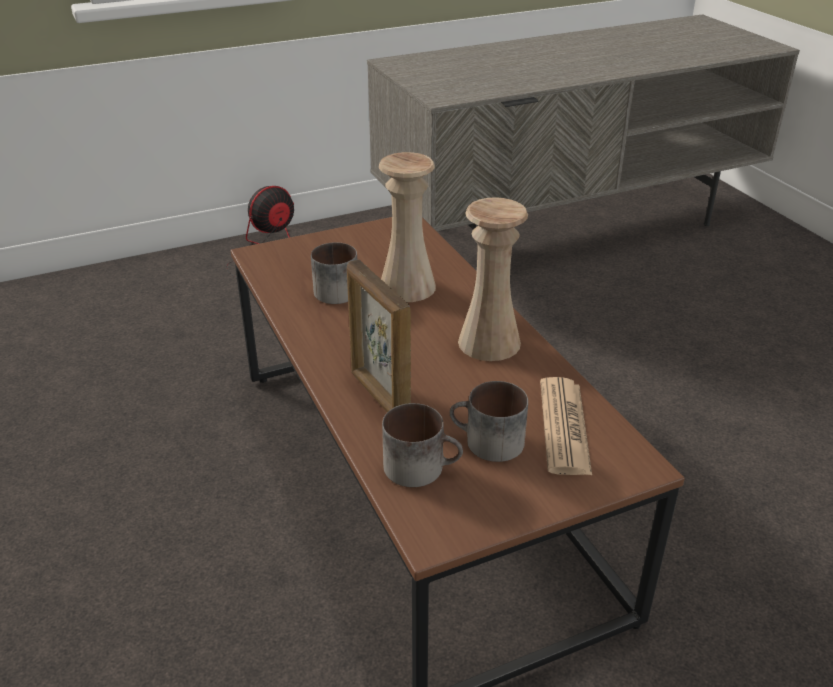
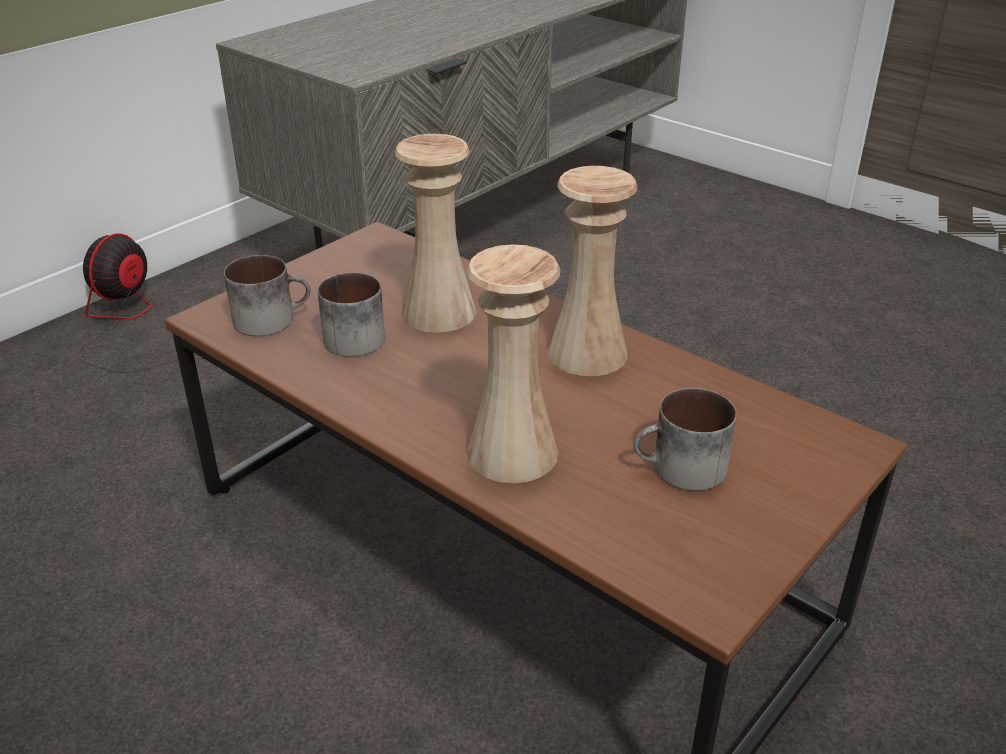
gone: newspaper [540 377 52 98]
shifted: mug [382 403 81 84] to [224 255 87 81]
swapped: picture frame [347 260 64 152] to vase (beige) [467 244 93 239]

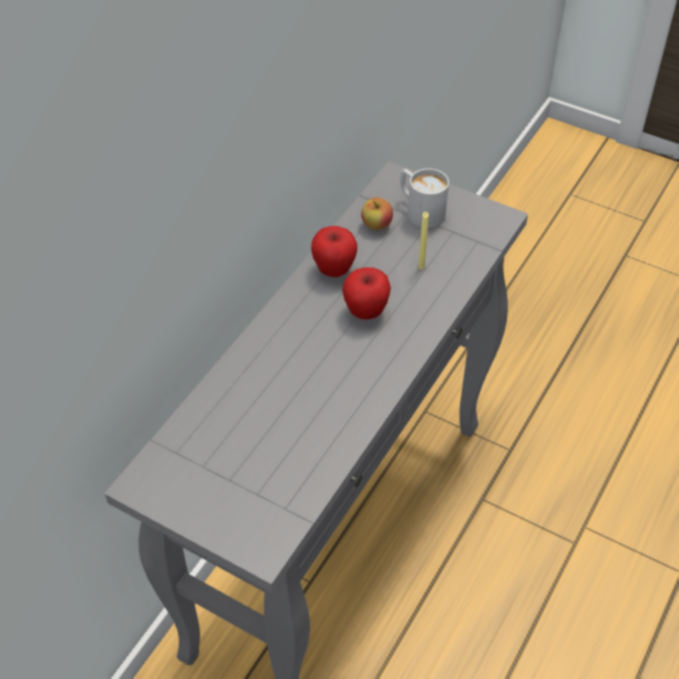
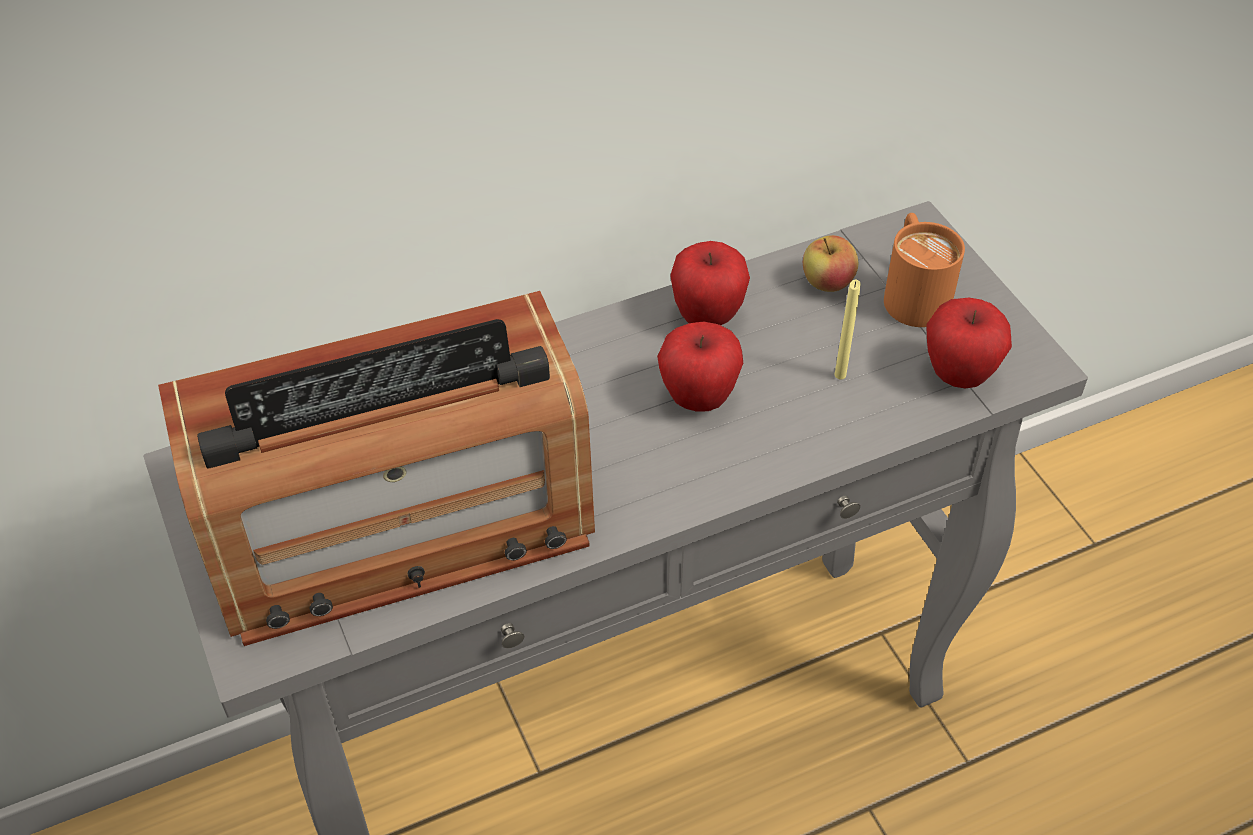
new: radio [158 291 437 355]; apple [926 298 86 90]
repainted: mug (white) [401 168 48 60] to mug (orange) [884 213 81 114]

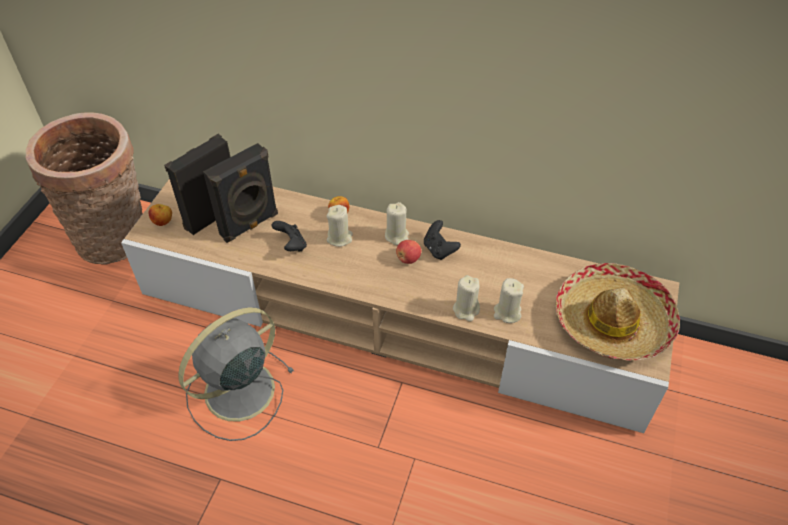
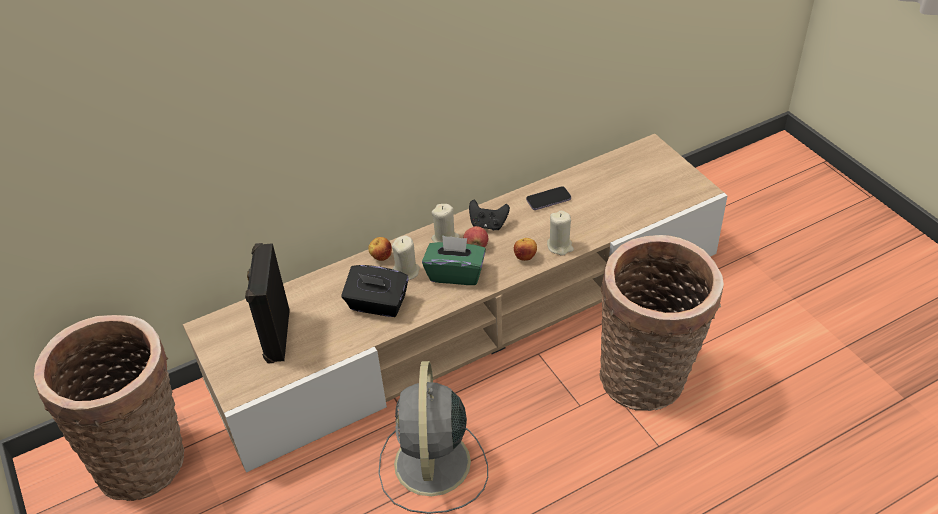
gone: speaker (black) [203 143 75 100]; candle (beige) [494 278 30 45]; hat [556 263 124 98]
new: tissue box (green) [422 235 64 50]; phone [526 186 45 24]; basket [599 235 125 176]
shifted: apple [149 204 23 22] to [514 238 23 23]
swapped: game controller (black) [271 221 36 31] to tissue box (black) [341 265 68 52]

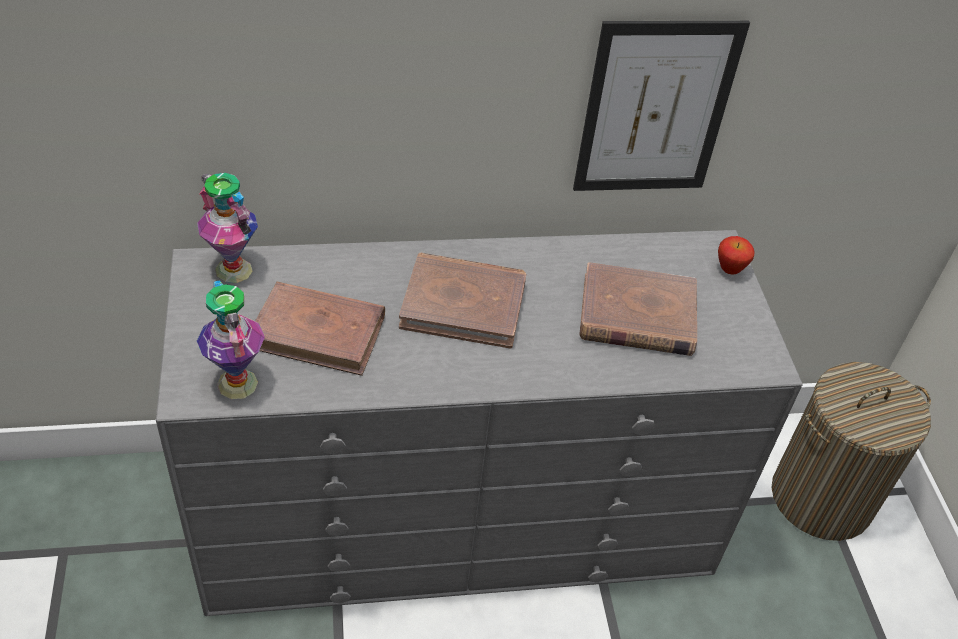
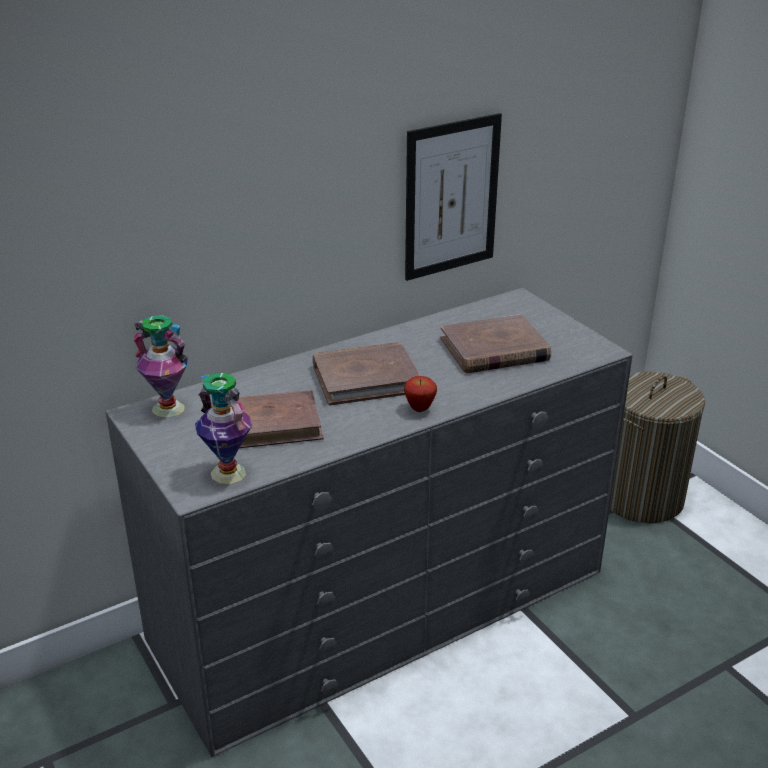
shifted: apple [718 236 36 39] to [404 376 33 36]

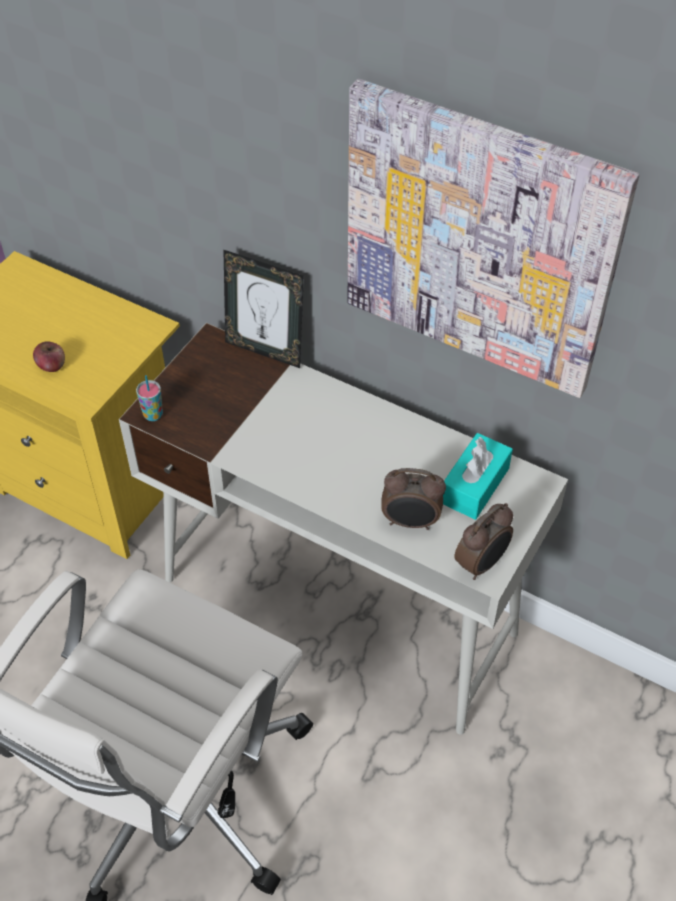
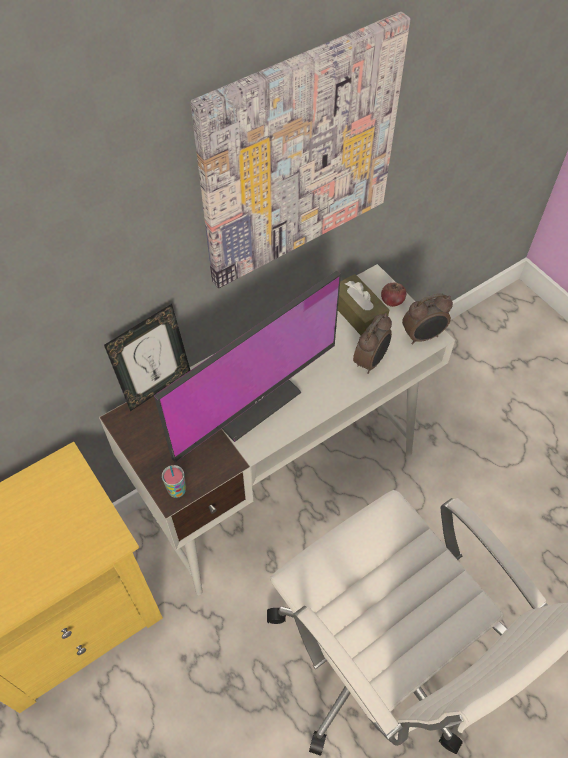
new: monitor [154 271 187 191]
shifted: apple [33 341 32 31] to [381 282 25 25]
repainted: tissue box (turquoise) [443 433 70 87] to tissue box (brown) [338 274 51 61]
rotated: alarm clock [454 503 59 77] = [402 293 51 51] 90 degrees clockwise

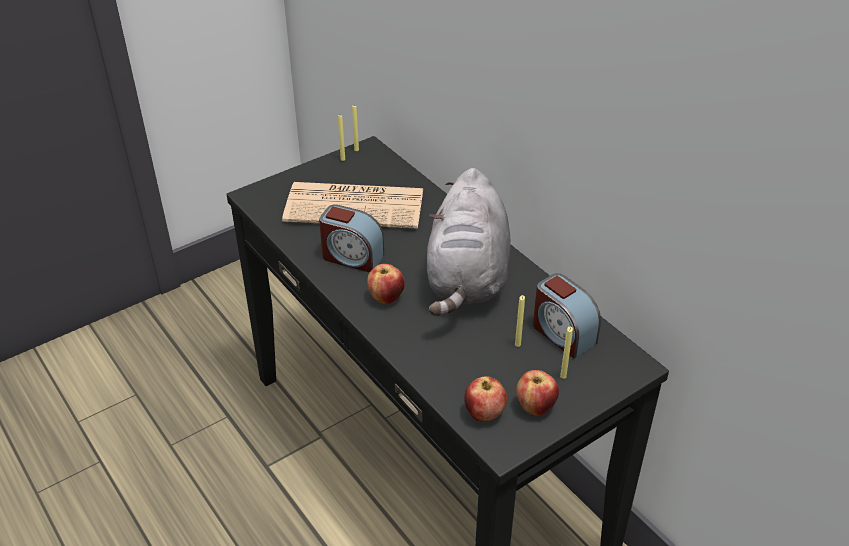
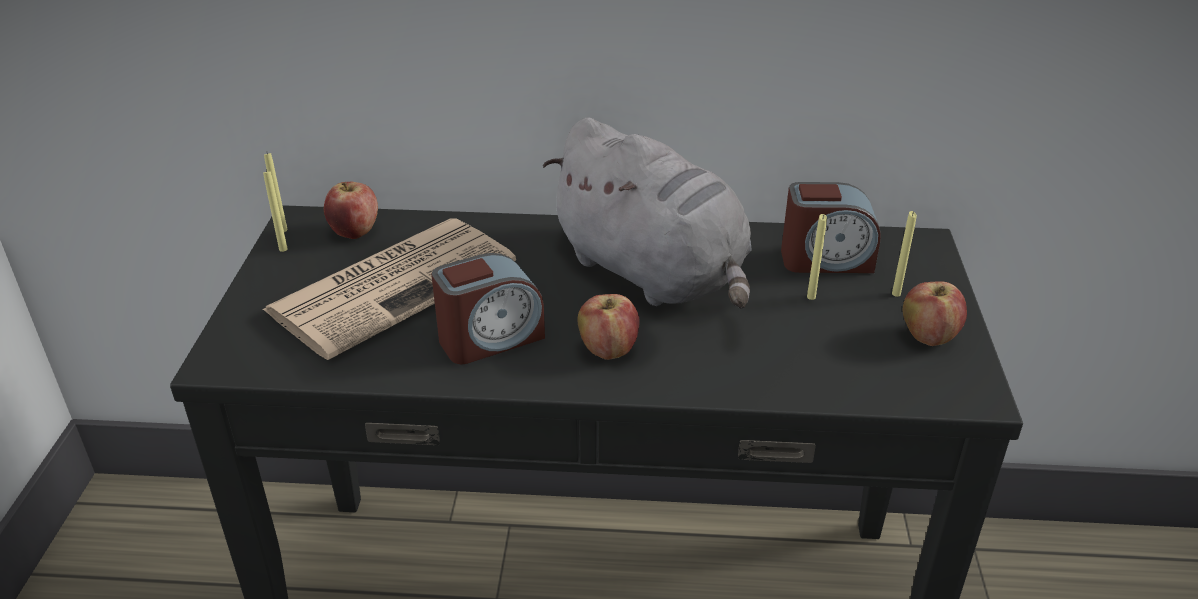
shifted: apple [464 376 43 45] to [324 182 54 57]

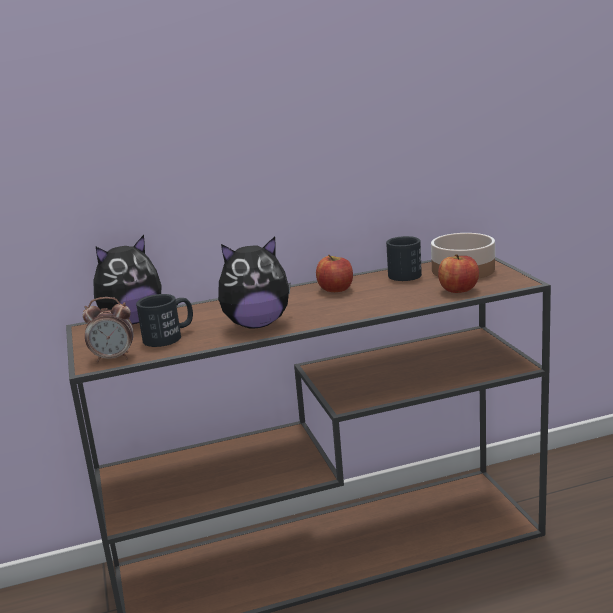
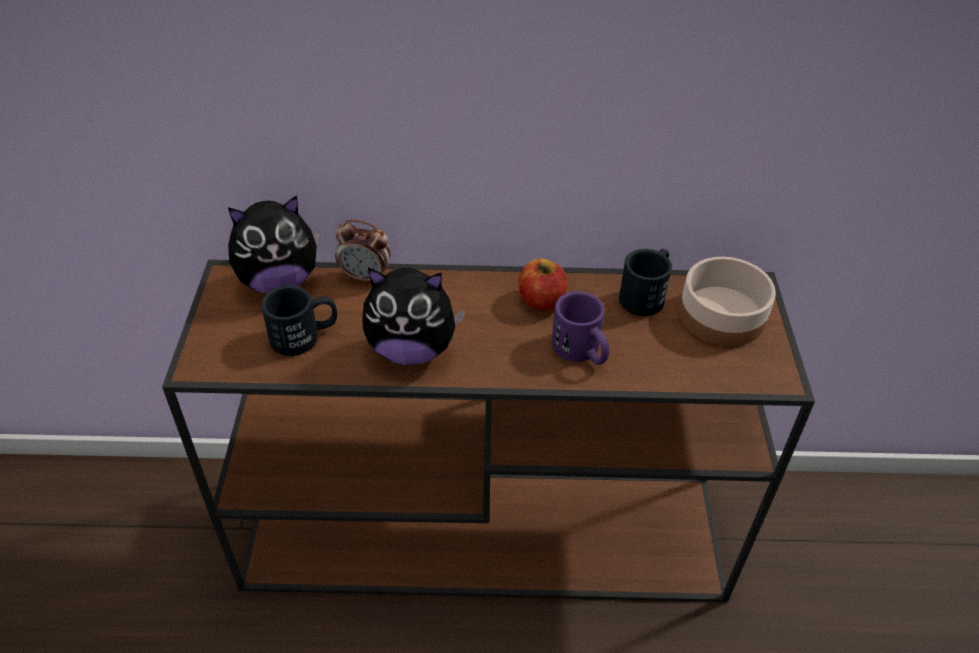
gone: apple [438 254 41 39]
new: mug (purple) [552 291 57 74]
shifted: alarm clock [82 297 52 65] to [335 220 56 61]

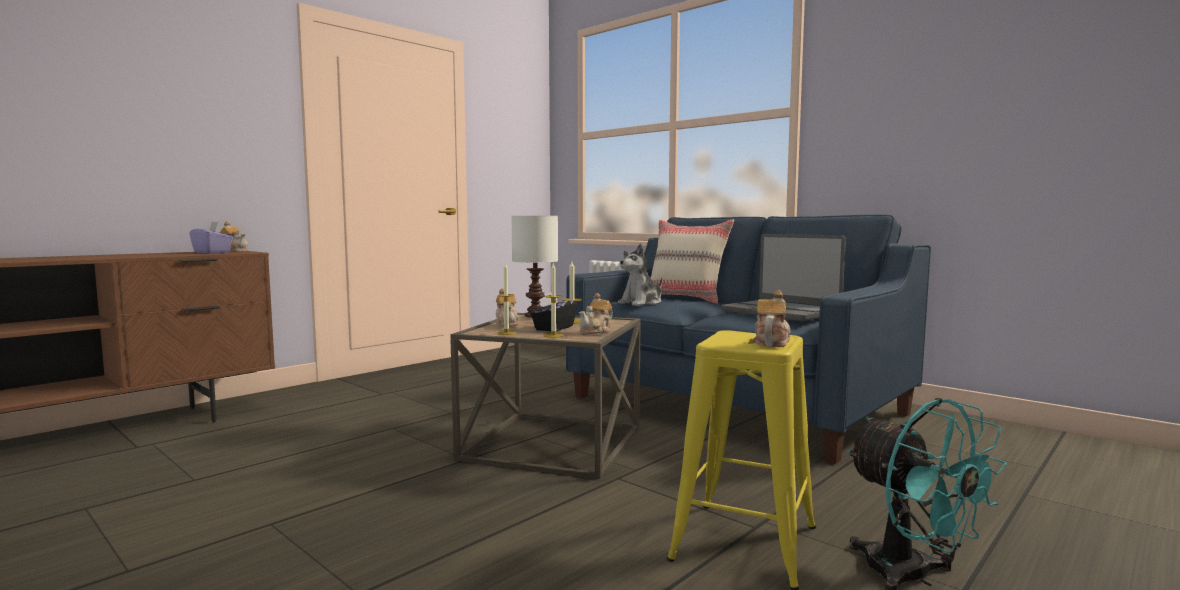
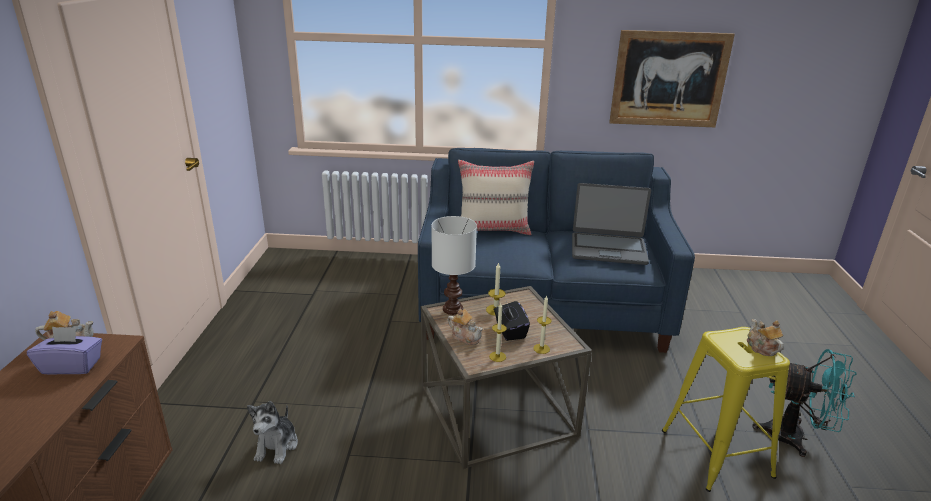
gone: teapot [579 293 34 41]
new: picture [609 30 126 97]
shifted: plush toy [618 244 44 62] to [247 401 51 63]

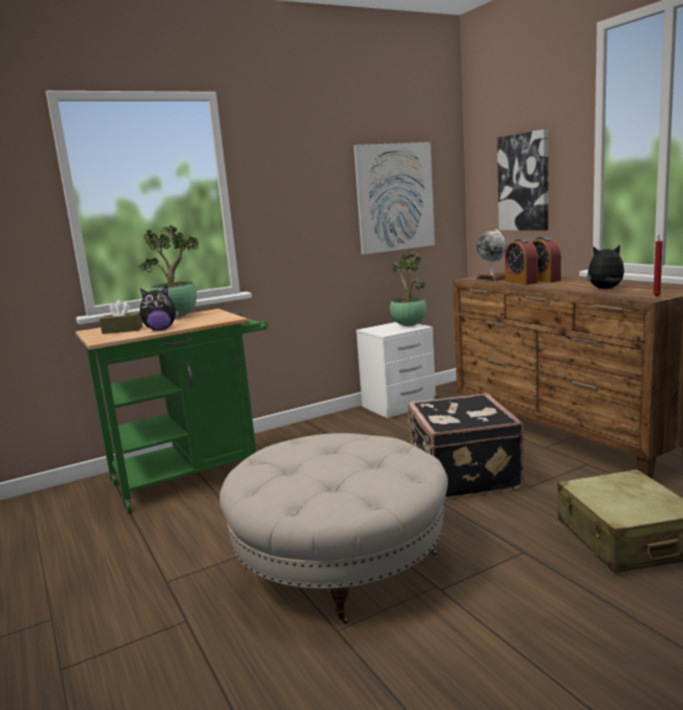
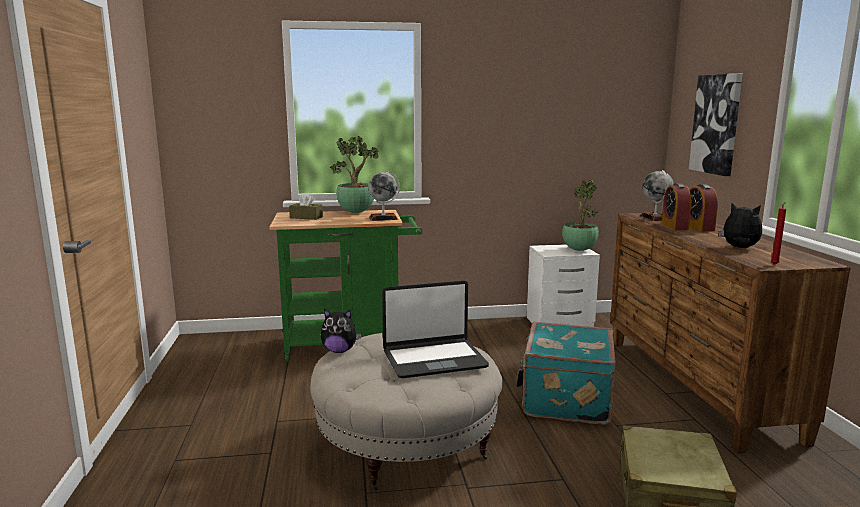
gone: picture [354 142 81 113]
new: globe [368 170 32 51]; laptop [382 281 107 97]
shifted: plush toy [140 286 39 44] to [321 309 40 44]
repainted: suitcase (black) [408 393 116 107] to suitcase (turquoise) [516 322 100 103]

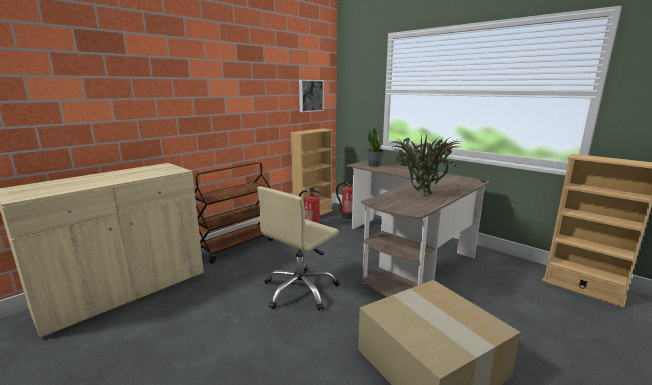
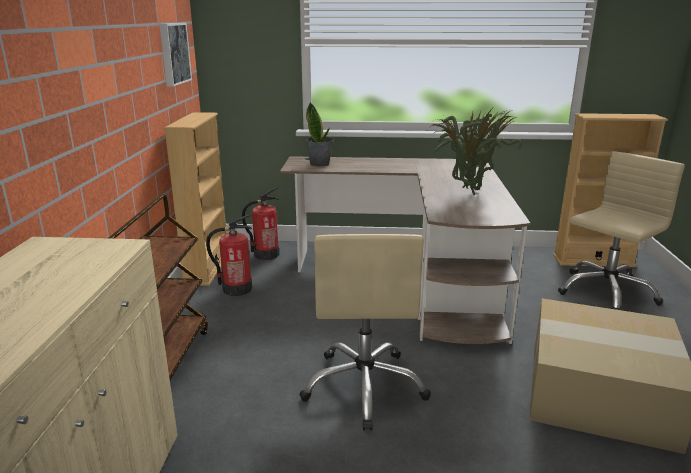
new: office chair (beige) [558 151 127 159]

